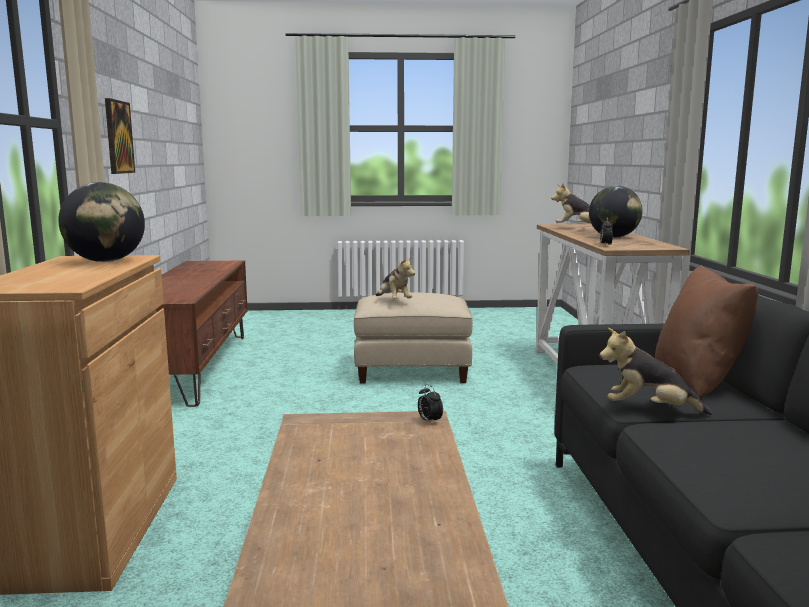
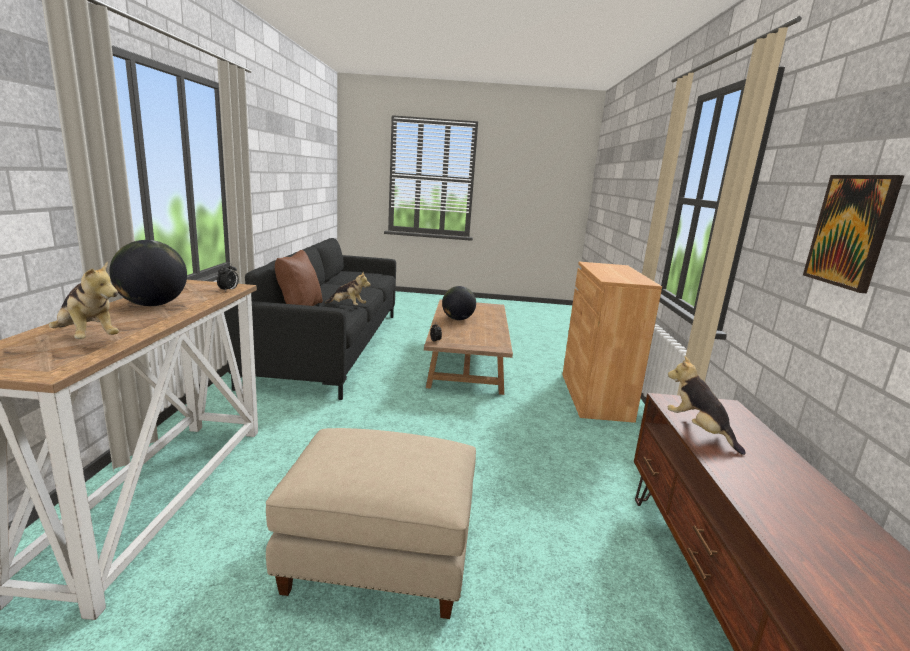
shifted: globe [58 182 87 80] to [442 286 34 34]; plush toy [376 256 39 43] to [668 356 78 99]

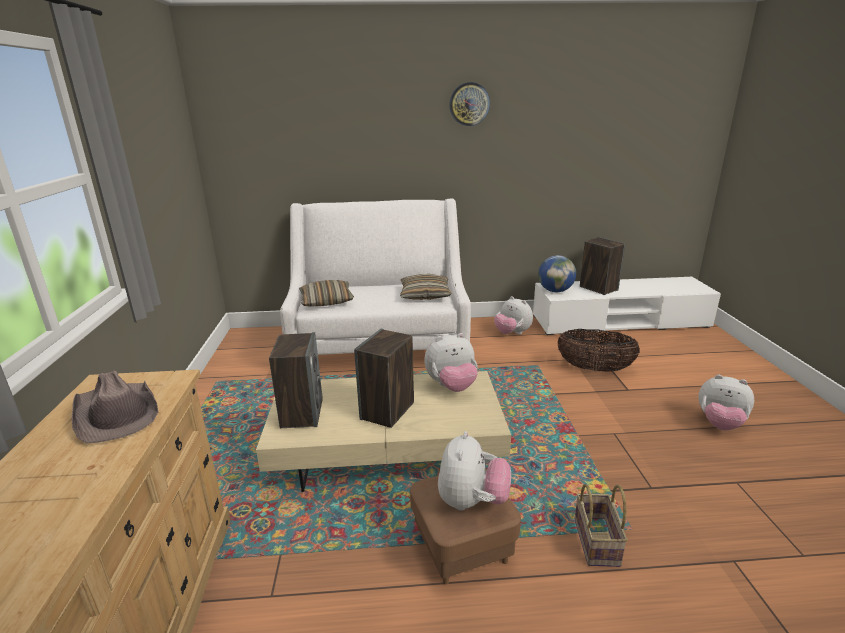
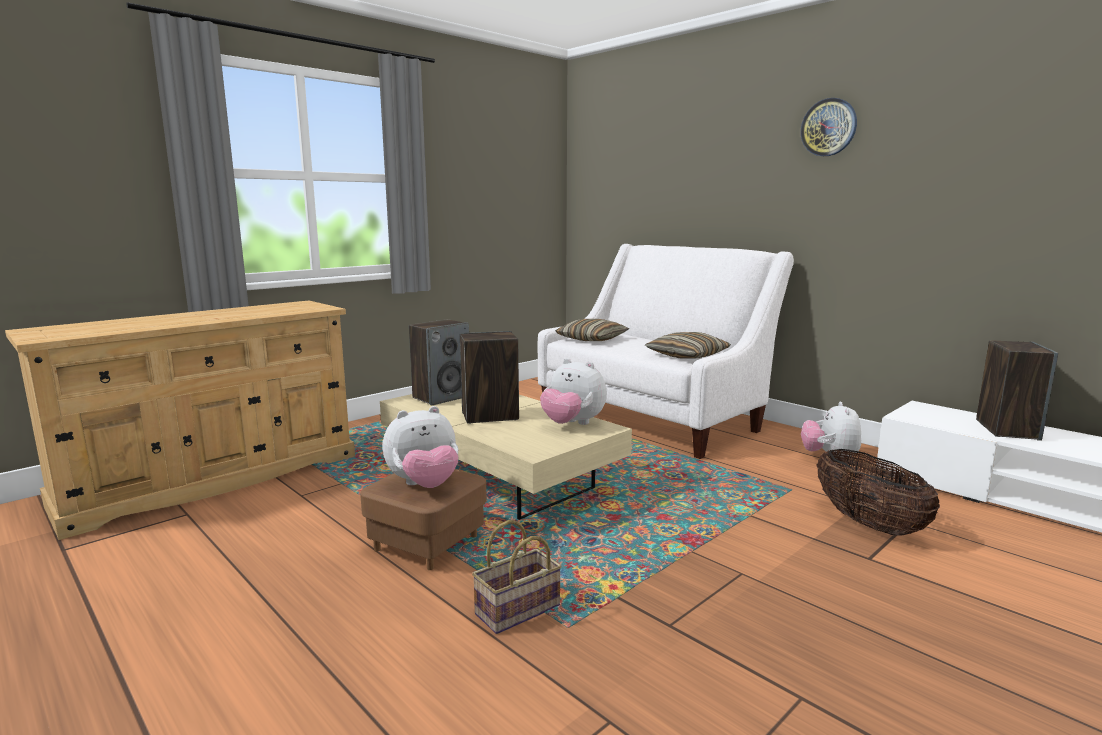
gone: hat (brown) [72 371 86 73]; globe [538 255 38 37]; plush toy [698 375 56 55]

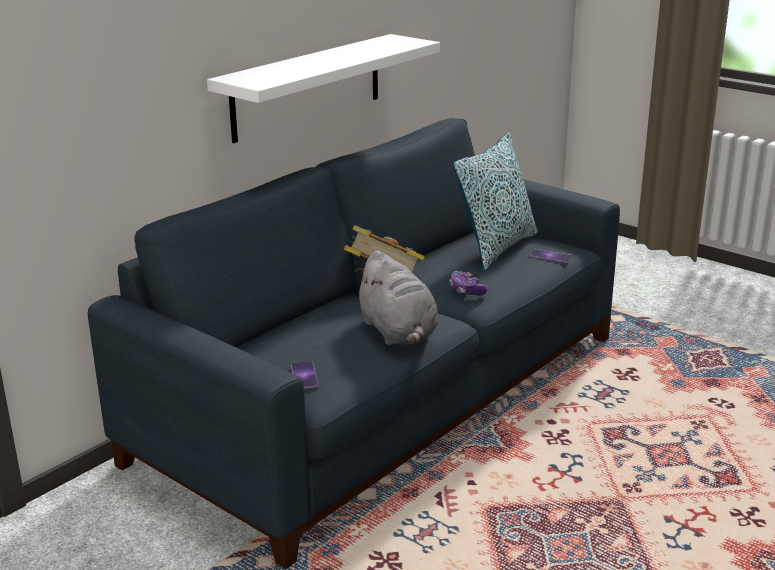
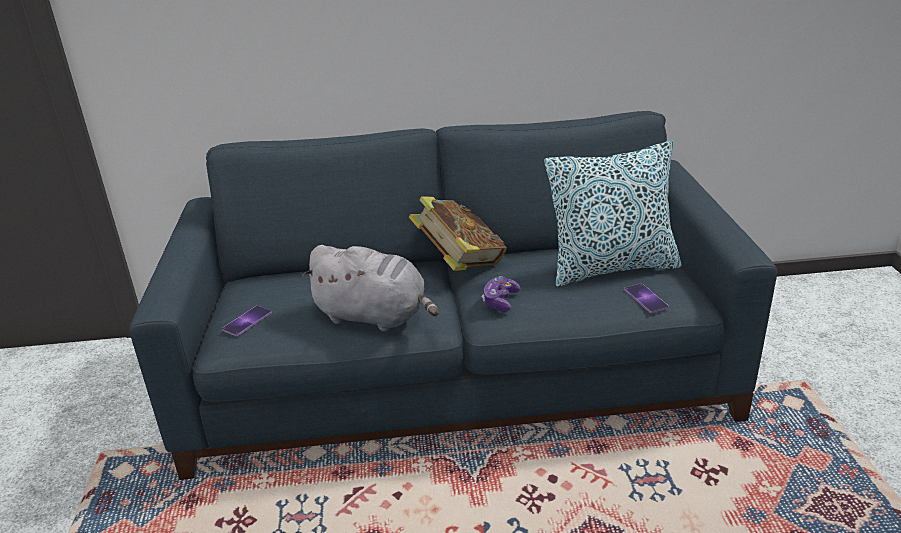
gone: shelf (white) [207 34 233 109]
rotated: plush toy (grey) [354 250 84 95] = [301 245 138 87] 90 degrees counterclockwise

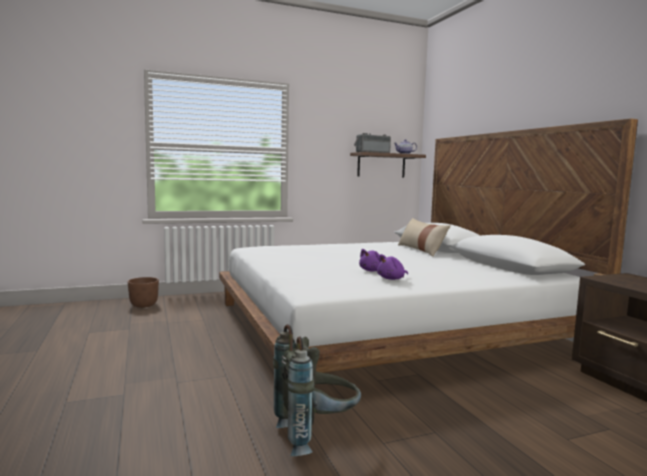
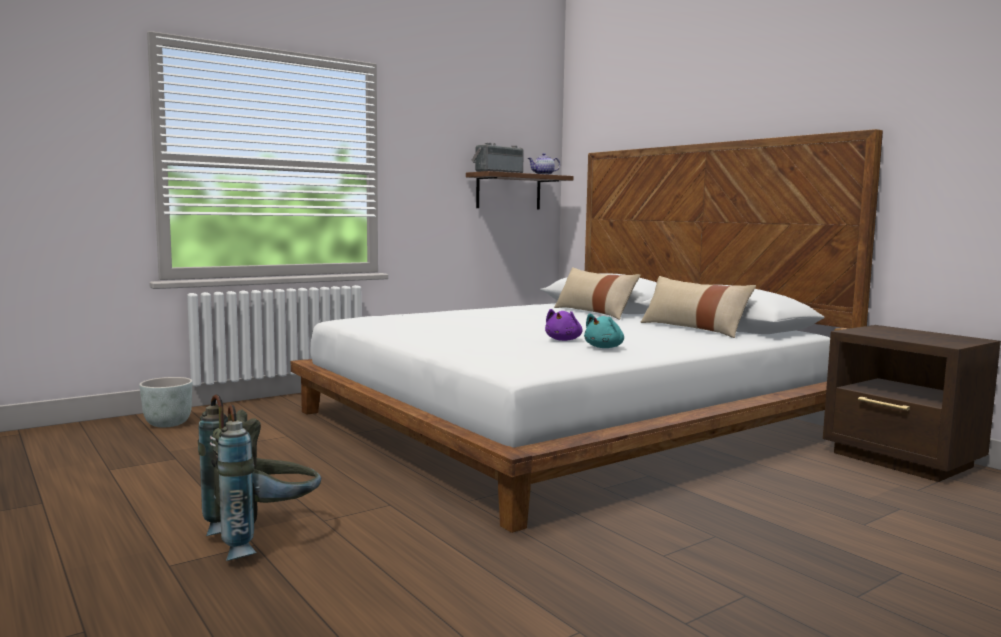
new: pillow (beige) [640 276 116 62]
shifted: backpack (grey) [273 324 88 132] to [198 394 123 167]
repainted: planter (brown) [127 277 32 31] to planter (grey) [139 377 53 50]; plush toy (purple) [377 254 31 26] to plush toy (turquoise) [584 314 40 34]

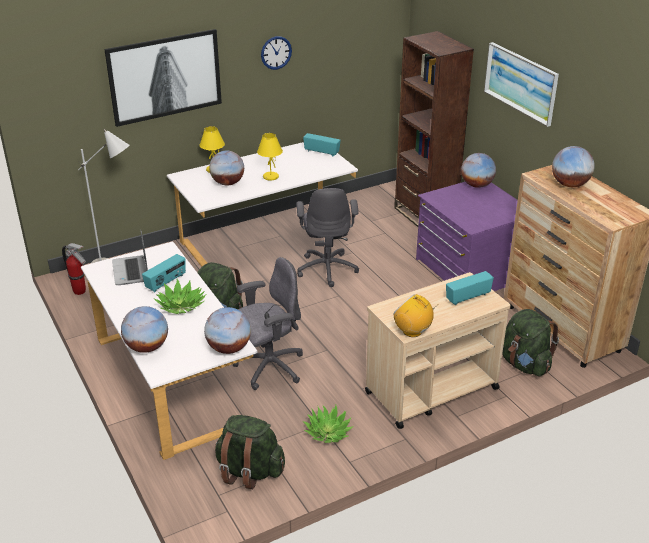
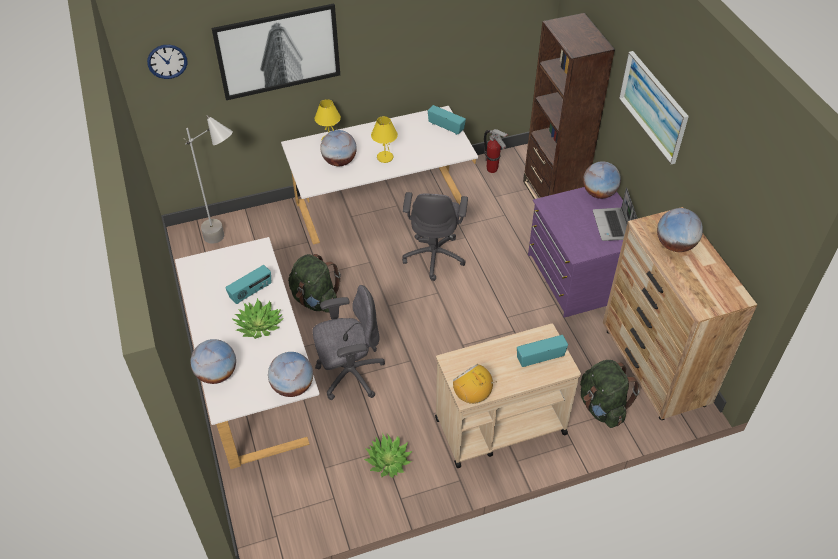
gone: backpack (green) [215 415 70 74]
shifted: wall clock [261 36 31 34] to [147 45 41 34]; fire extinguisher [62 243 24 52] to [484 129 24 44]; laptop [112 231 36 54] to [593 187 44 54]

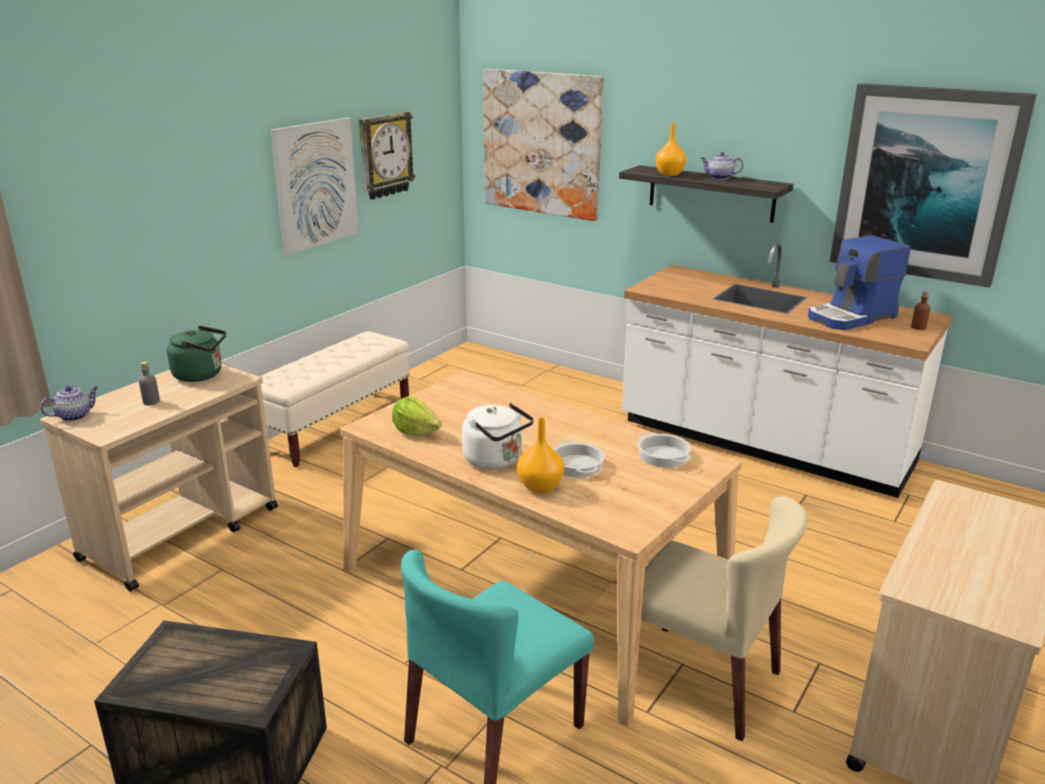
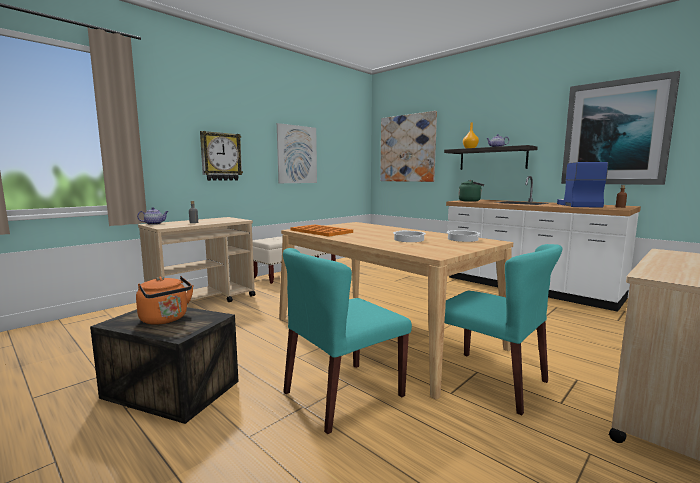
gone: kettle (white) [462 403 72 67]; vase (orange) [517 418 47 76]
new: kettle (orange) [136 276 58 49]
shifted: wall clock [359 112 56 88] to [200 131 43 50]; kettle (green) [167 326 59 56] to [458 180 26 22]
swapped: lettuce [392 396 50 40] to tray (orange) [290 225 63 12]
repainted: chair (beige) [641 496 167 245] to chair (turquoise) [445 244 117 171]
rotated: coffee machine [808 235 103 95] = [557 162 51 46] 120 degrees clockwise

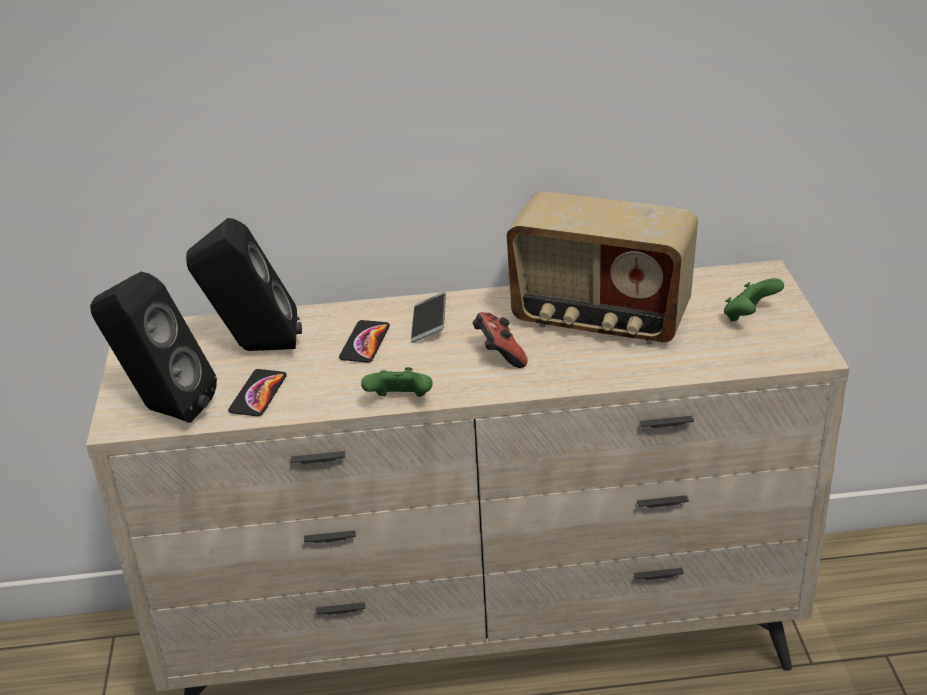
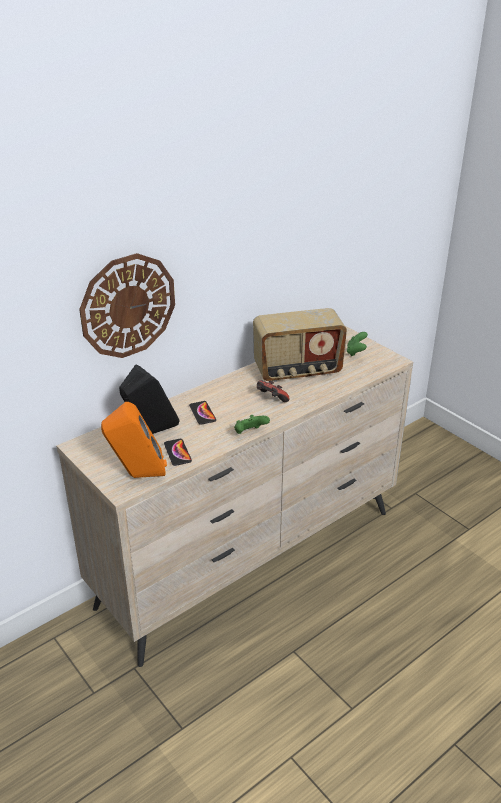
gone: phone [411 292 35 51]
new: wall clock [79 253 96 105]
repainted: speaker (black) [90 272 127 151] to speaker (orange) [101 402 66 76]

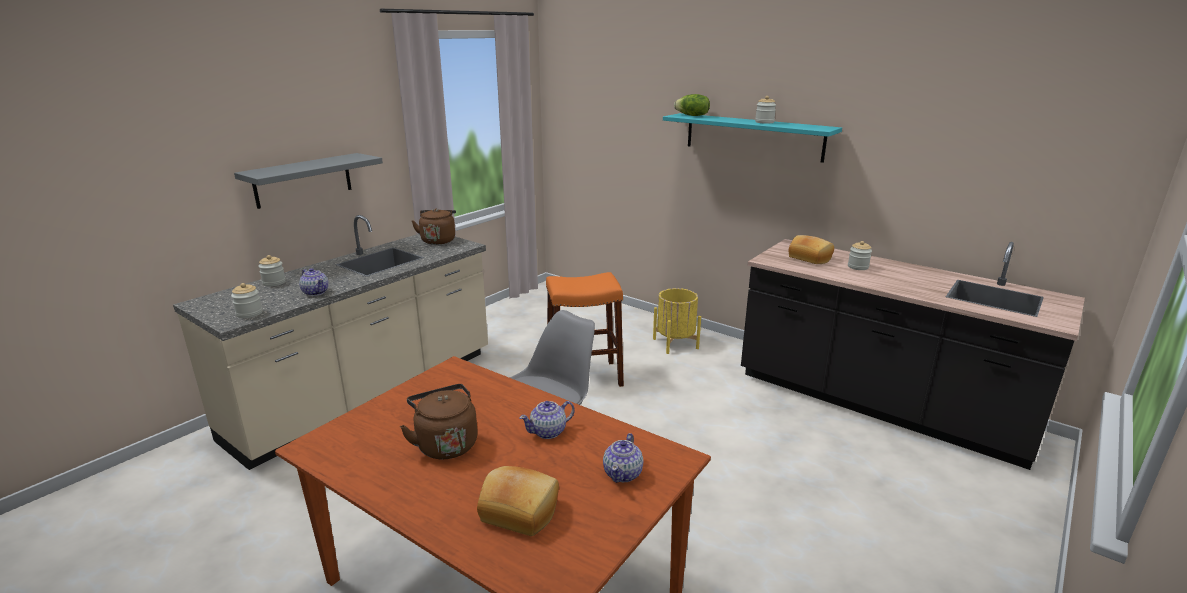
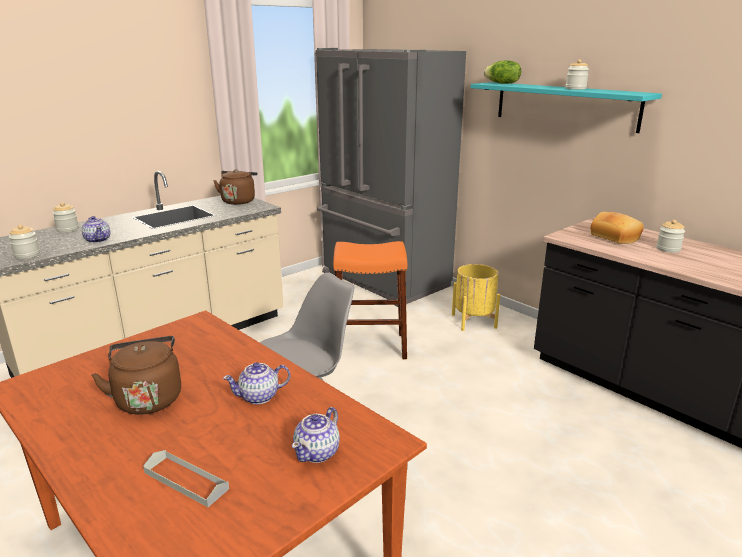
gone: shelf (grey) [234 153 149 56]
new: fridge (grey) [316 48 150 259]
swapped: bread [477 466 82 70] to tray (grey) [143 450 86 57]

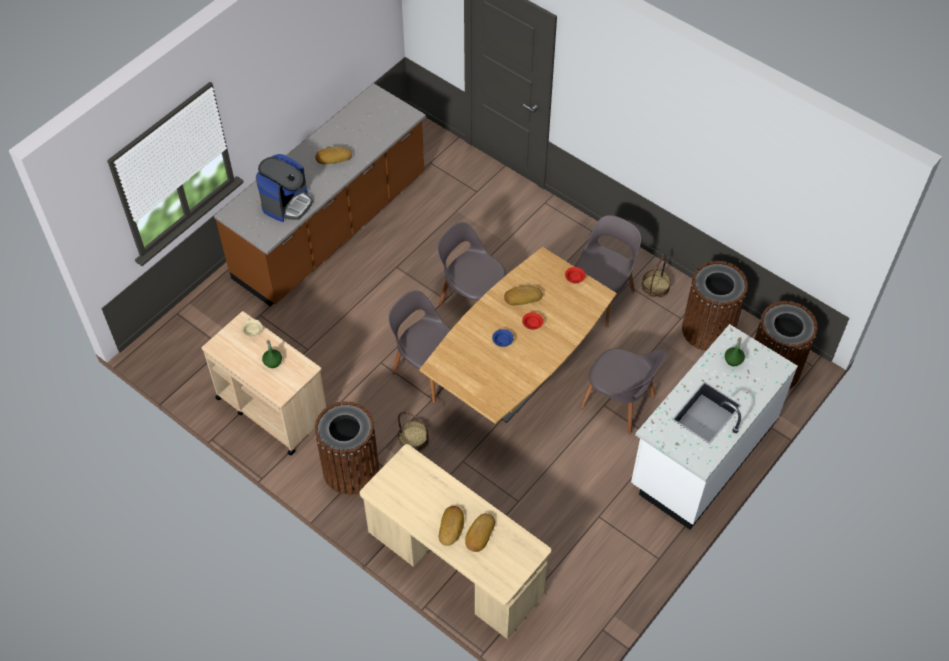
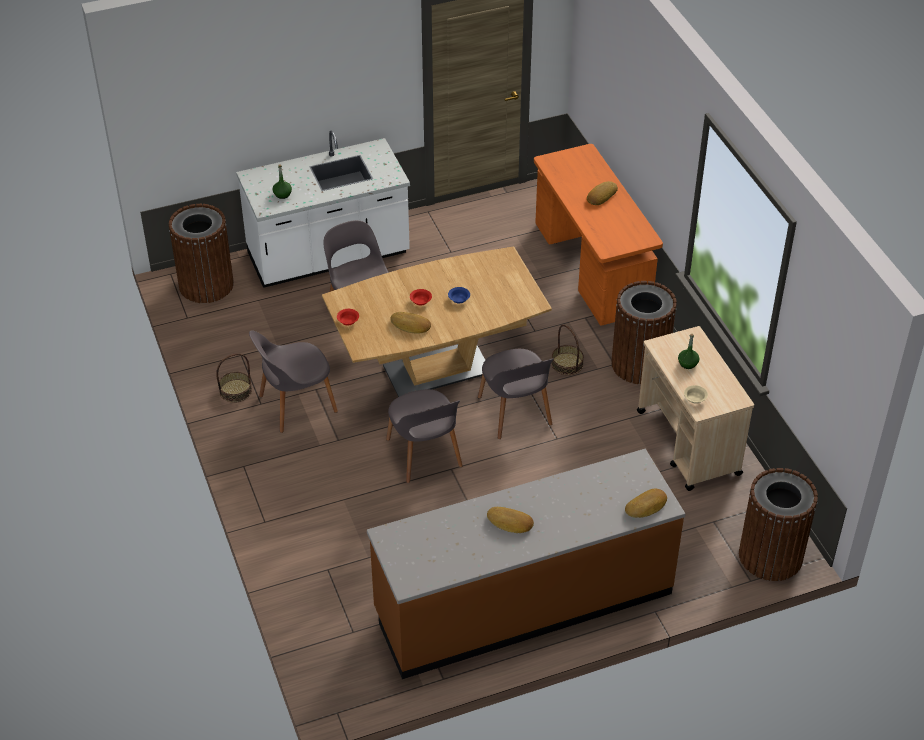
gone: coffee machine [256 154 57 68]
shifted: bread [465 513 30 39] to [625 488 42 30]; trash can (brown) [682 261 66 90] to [739 468 79 113]
repainted: desk (beige) [359 444 192 195] to desk (orange) [534 144 129 182]

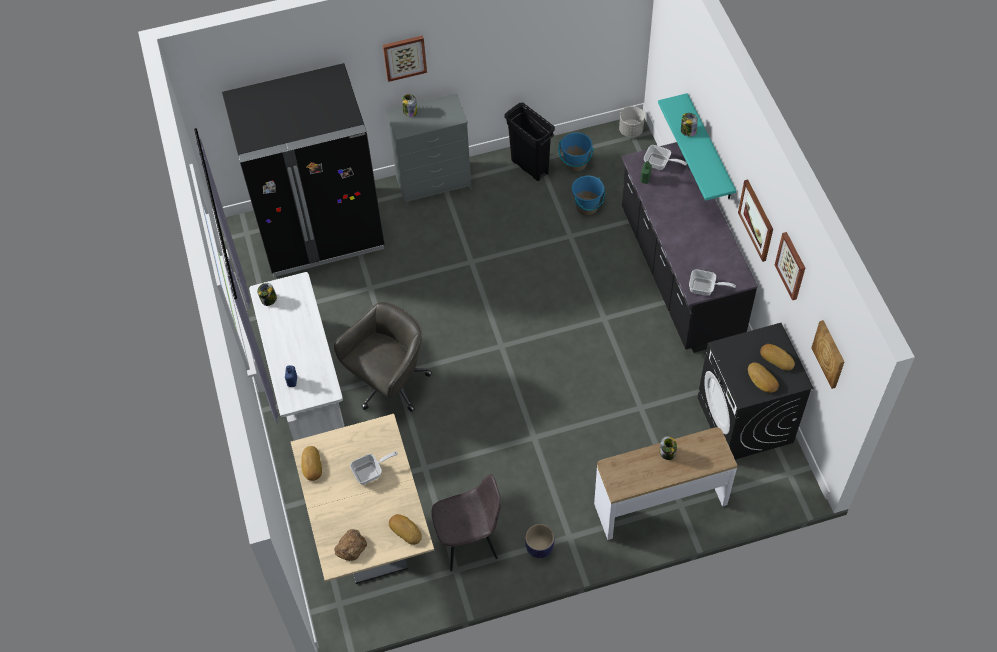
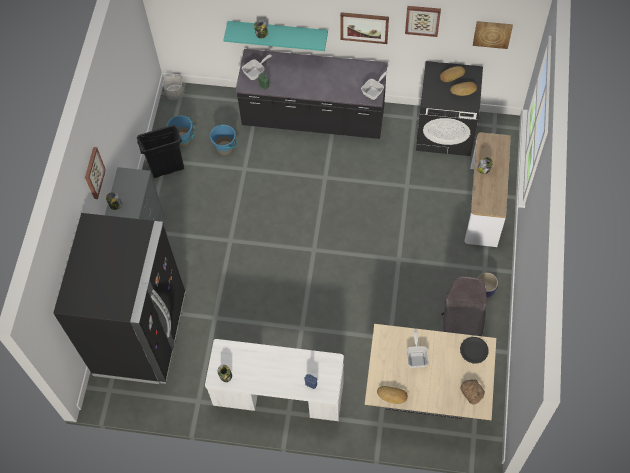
gone: office chair (grey) [334 302 98 110]
swapped: bread [389 514 33 31] to plate (black) [460 337 29 26]

